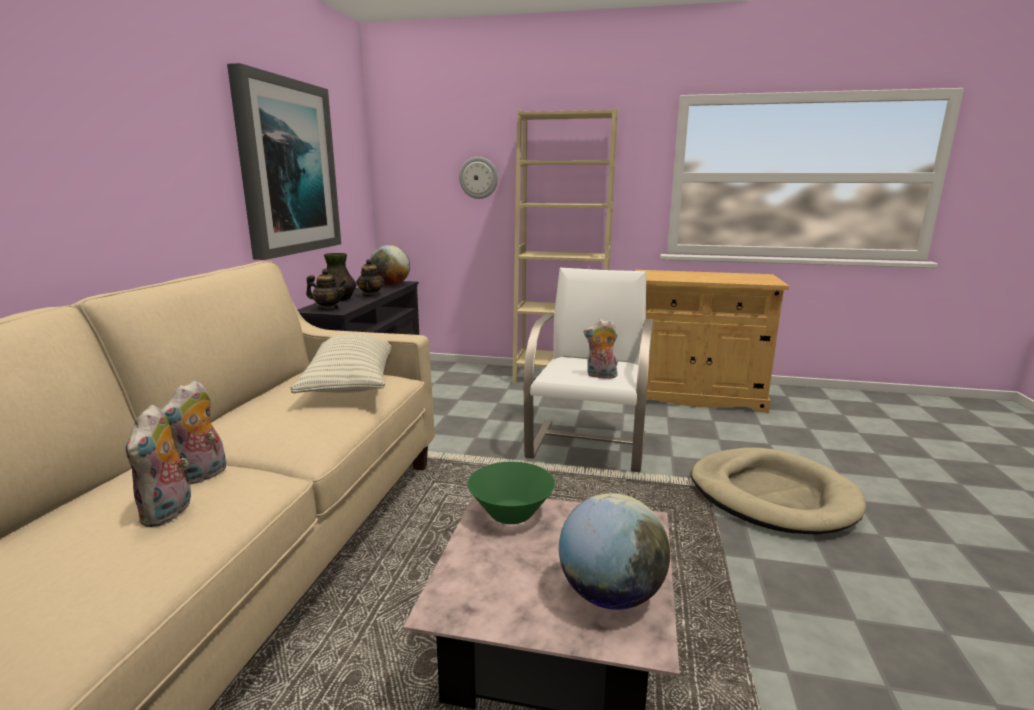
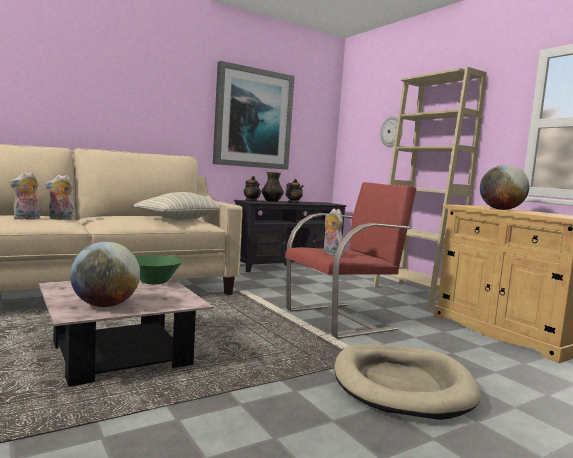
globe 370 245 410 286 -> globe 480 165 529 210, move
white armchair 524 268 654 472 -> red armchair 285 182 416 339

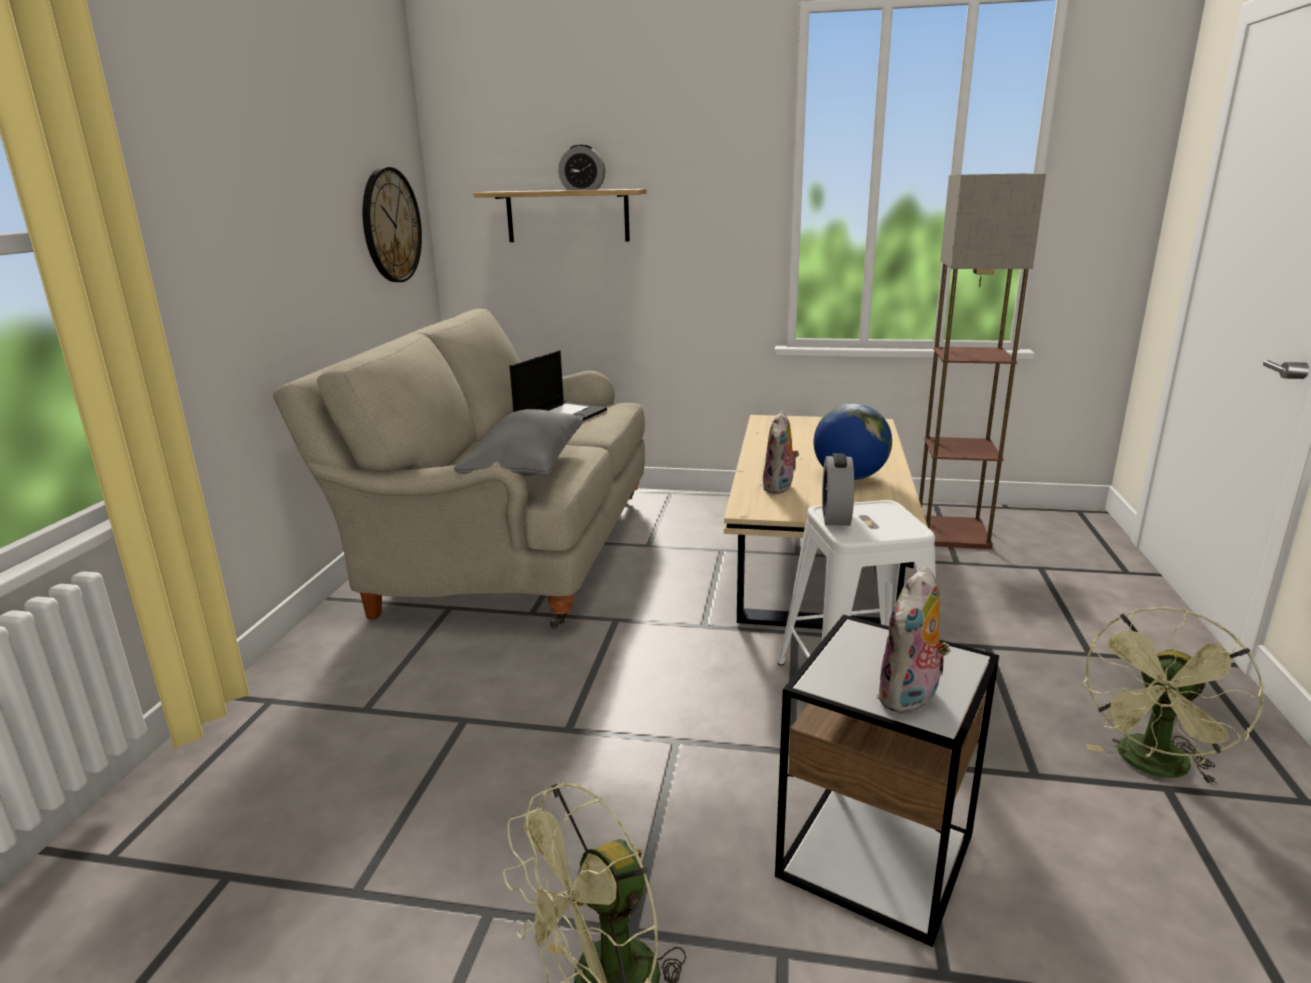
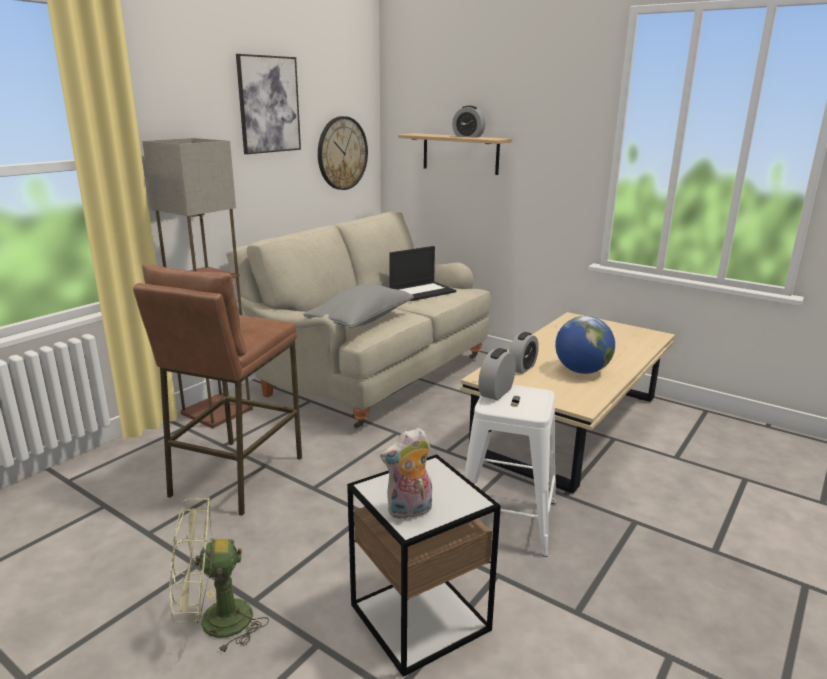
plush toy 763 411 799 494 -> alarm clock 509 332 539 374
floor lamp 919 173 1046 549 -> floor lamp 142 138 253 428, move
green fan 1082 607 1265 786 -> none
none -> brown stool 133 264 302 516
none -> picture 236 54 301 154

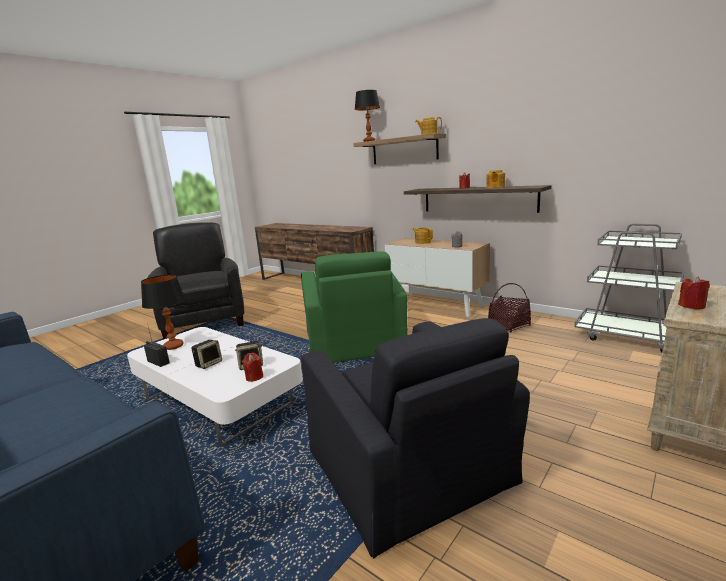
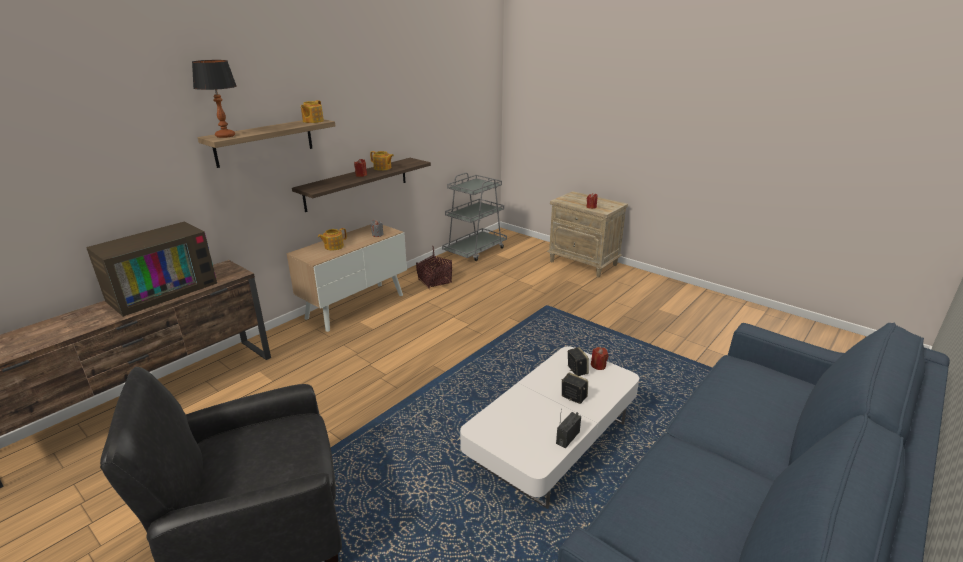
table lamp 141 275 185 350 -> none
green armchair 301 251 408 363 -> none
black armchair 301 318 530 559 -> none
none -> television 86 221 217 317

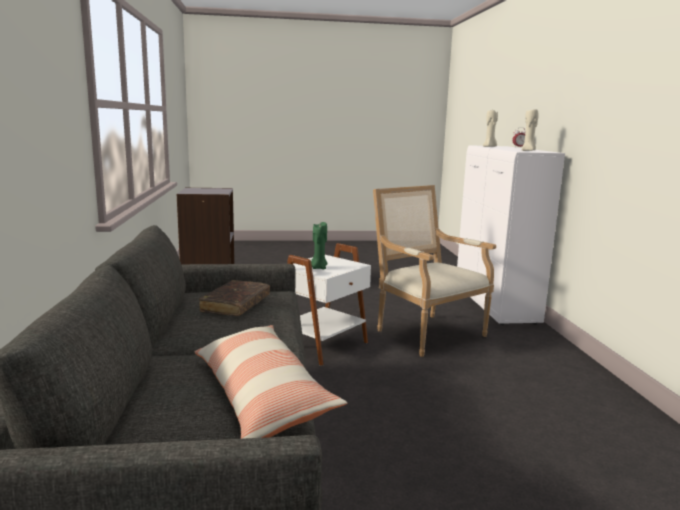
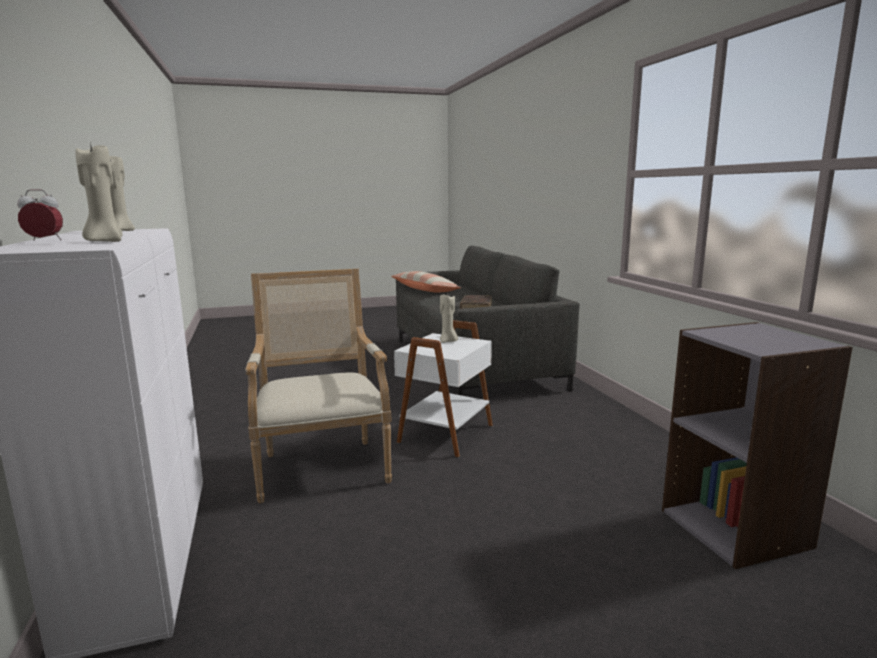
green candle 311 222 327 269 -> beige candle 440 292 458 343
armchair 373 185 496 357 -> armchair 245 269 392 504, 150 degrees counterclockwise

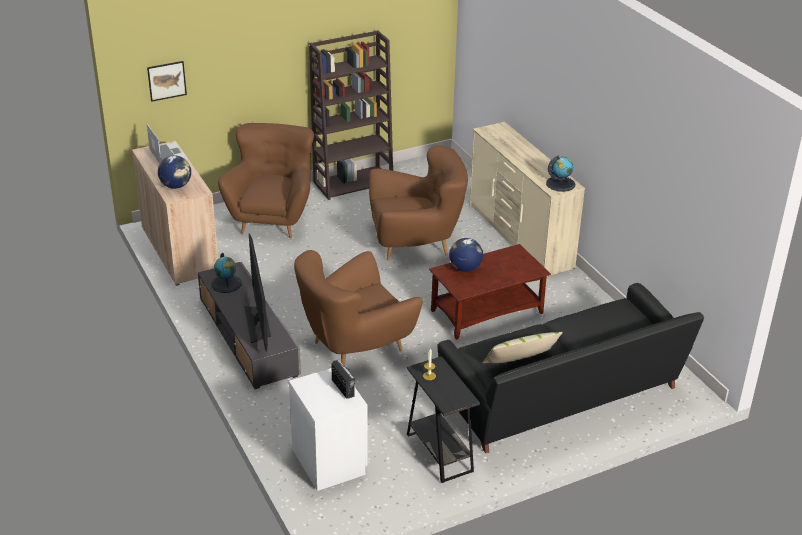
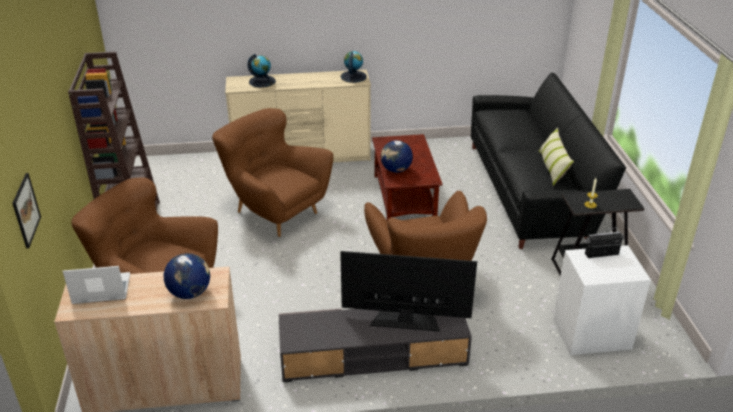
globe 211 253 242 293 -> globe 247 54 276 88, move
brown armchair 369 145 468 261 -> brown armchair 212 108 333 237, 60 degrees counterclockwise

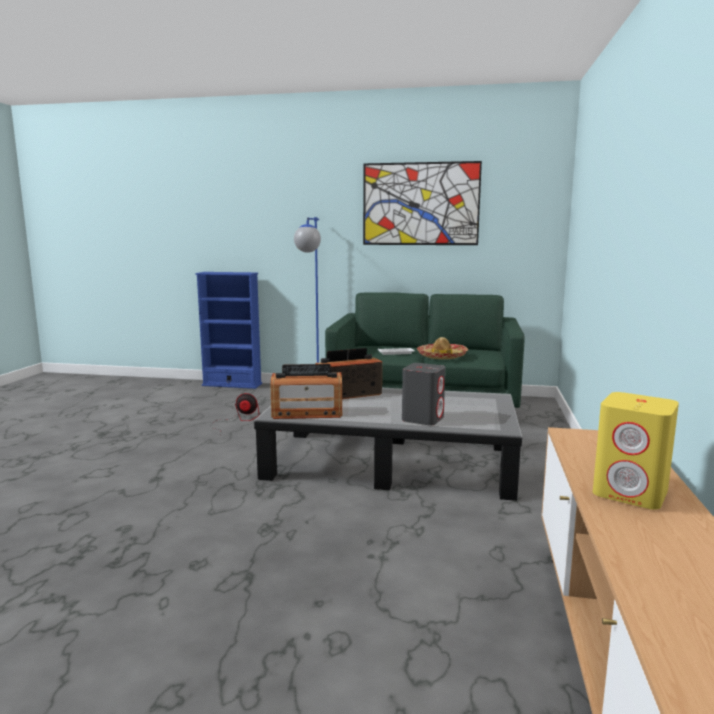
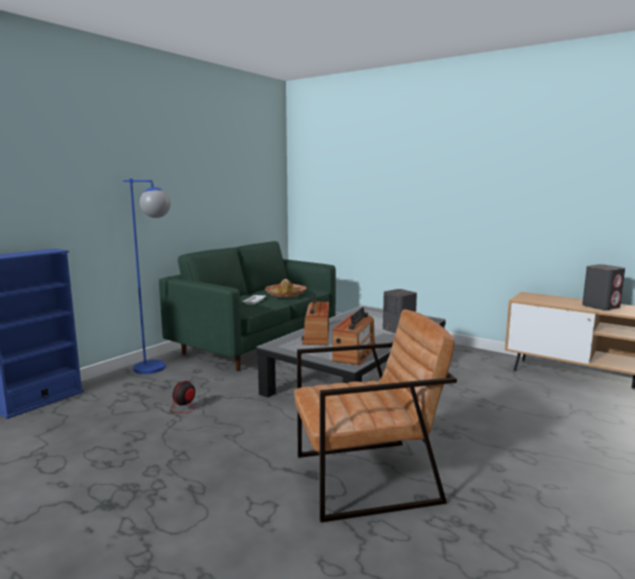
picture 363 161 482 245 -> none
yellow speaker 593 392 679 510 -> grey speaker 582 264 625 310
none -> brown armchair 294 309 457 523

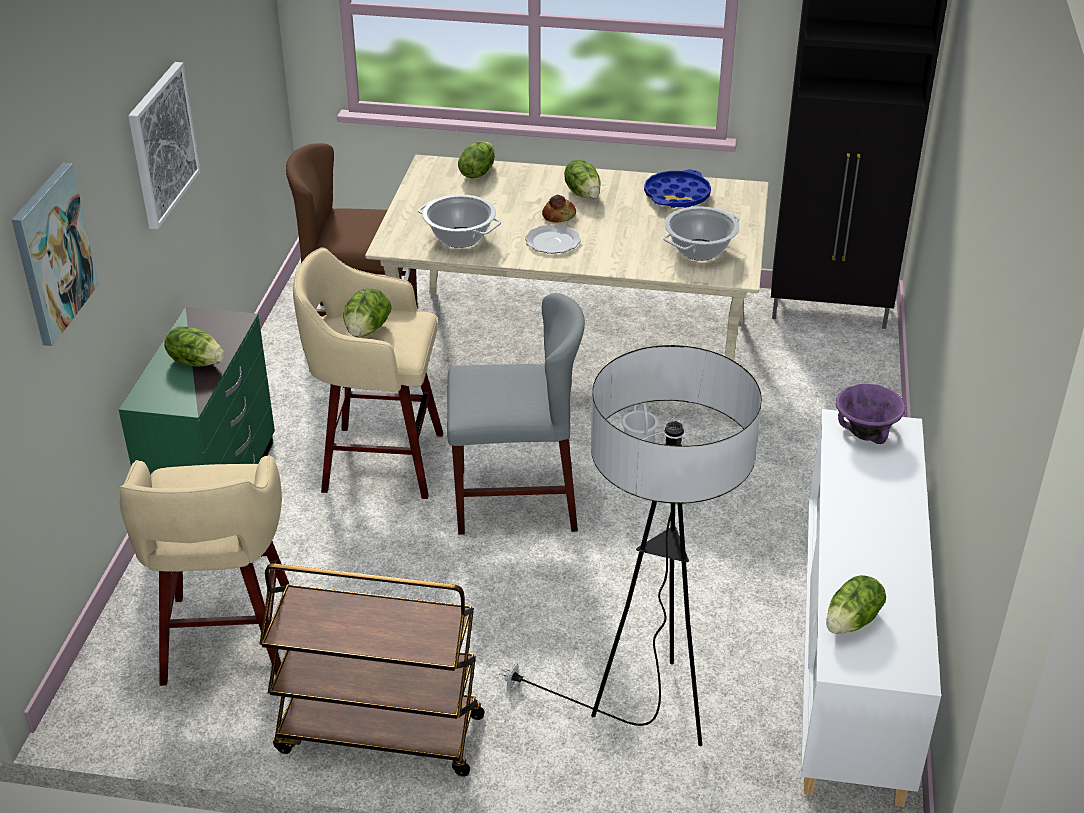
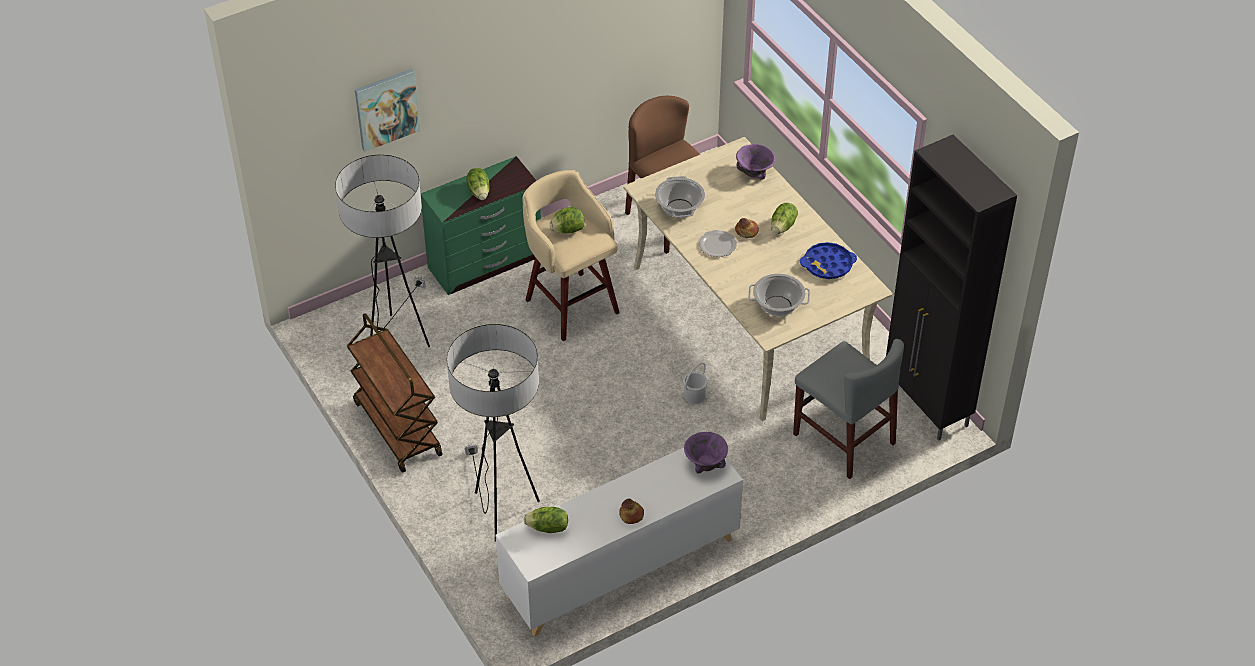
beige stool 119 455 290 686 -> floor lamp 335 155 430 347
picture 128 62 201 230 -> none
grey chair 447 293 585 535 -> grey chair 793 339 904 479, move
lettuce 458 141 495 179 -> purple bowl 736 144 775 180
none -> bread 619 499 644 524

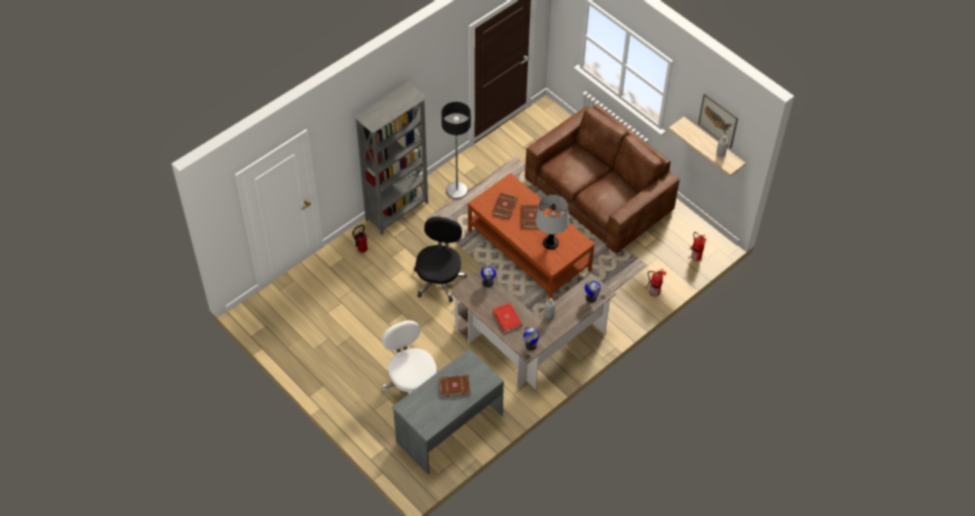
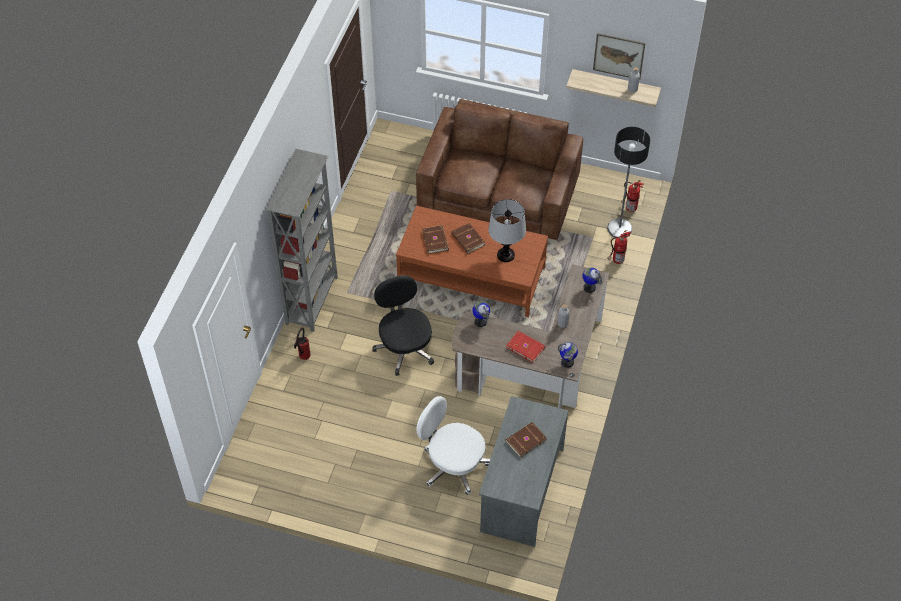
floor lamp 441 102 471 199 -> floor lamp 607 127 650 237, move

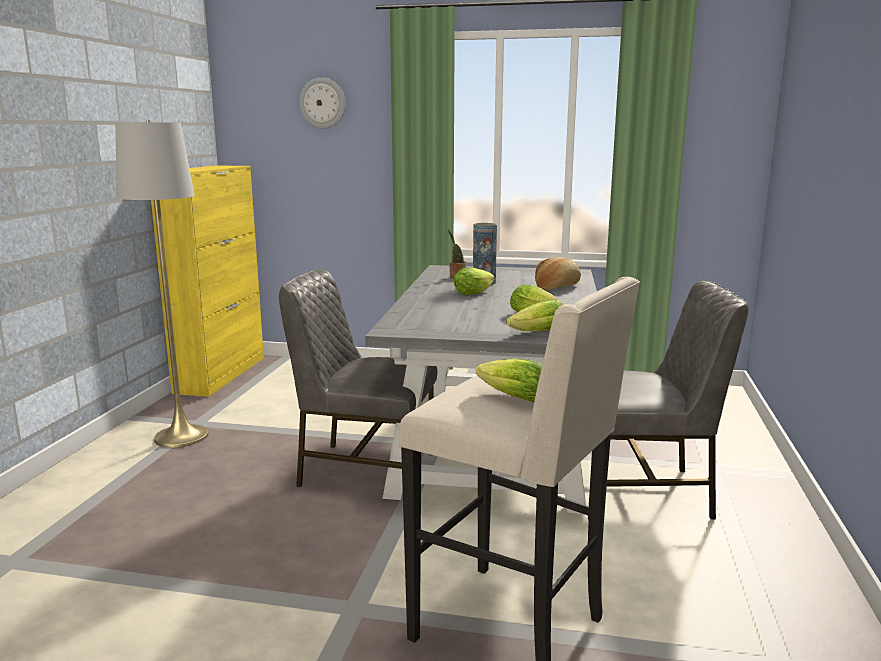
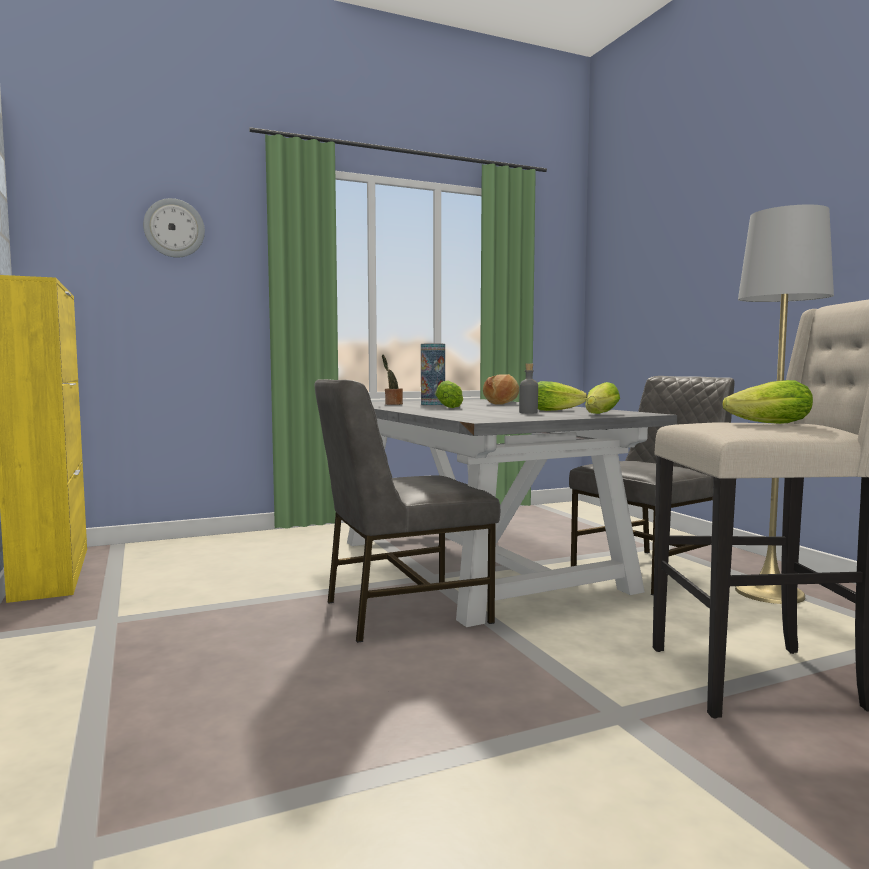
grey floor lamp 115 120 208 448 -> grey floor lamp 735 204 834 604, move
none -> grey bottle 519 364 538 413

